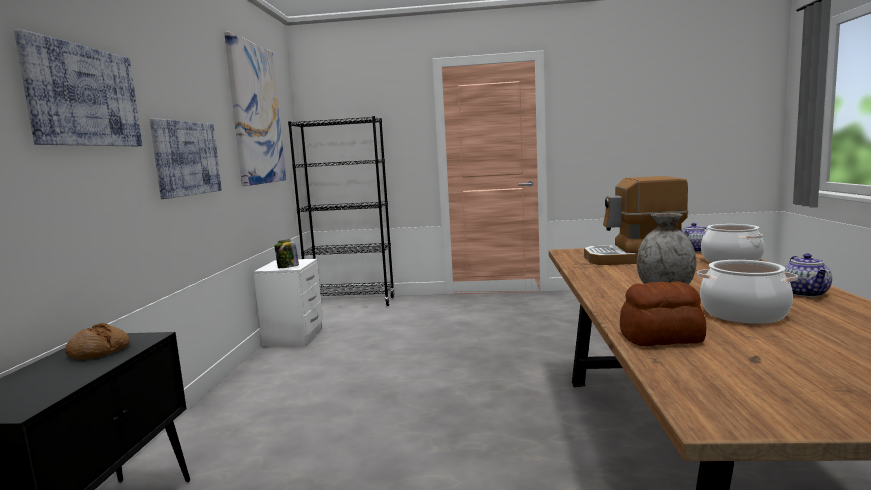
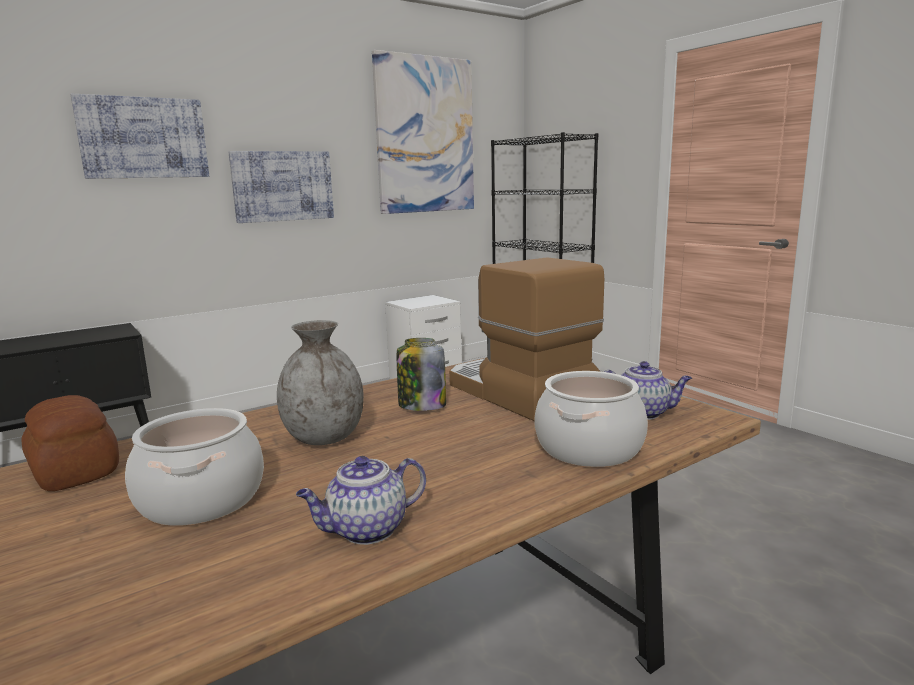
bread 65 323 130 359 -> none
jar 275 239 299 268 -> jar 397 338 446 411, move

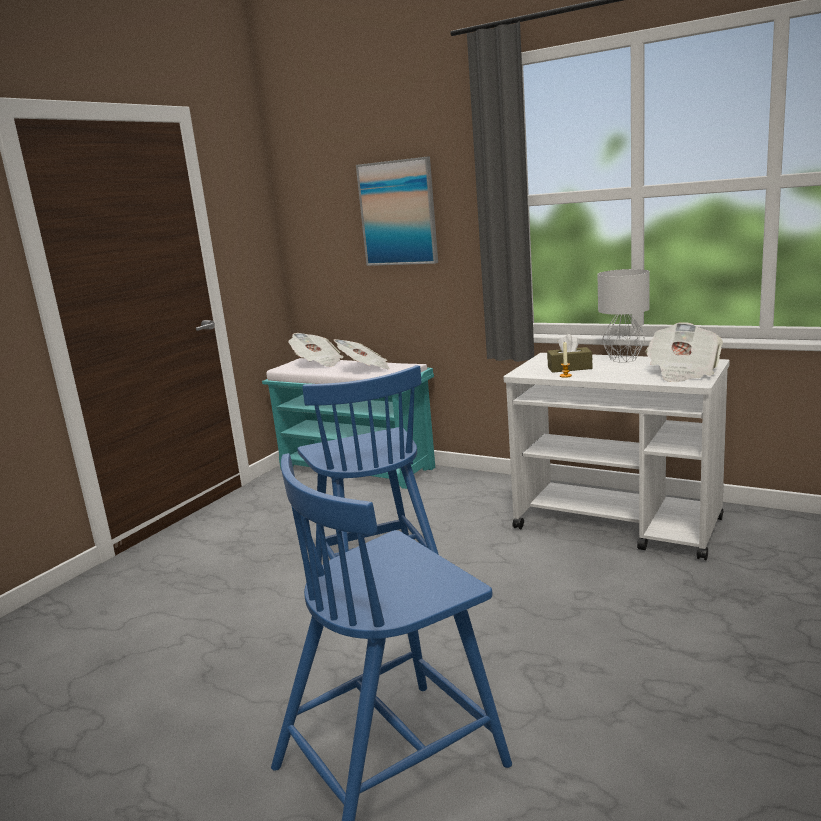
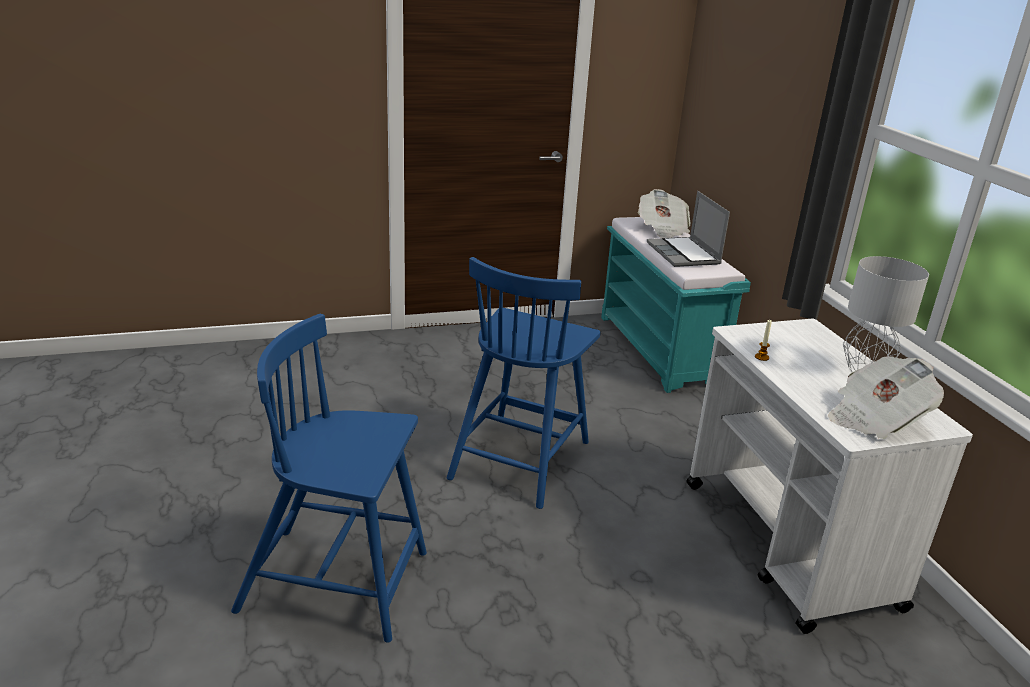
newspaper 334 339 390 369 -> laptop 647 191 730 267
picture 356 157 438 266 -> none
brown tissue box 547 334 592 373 -> none

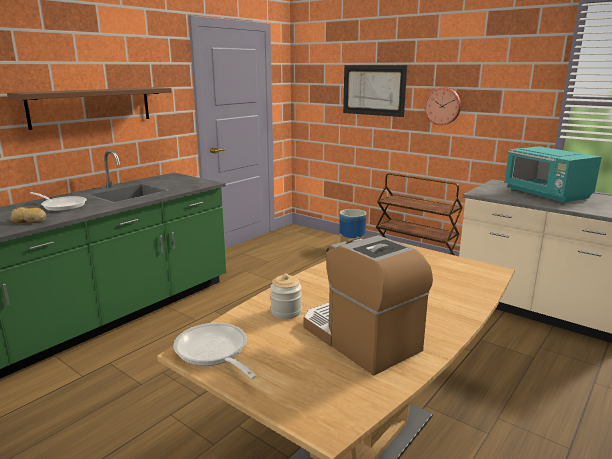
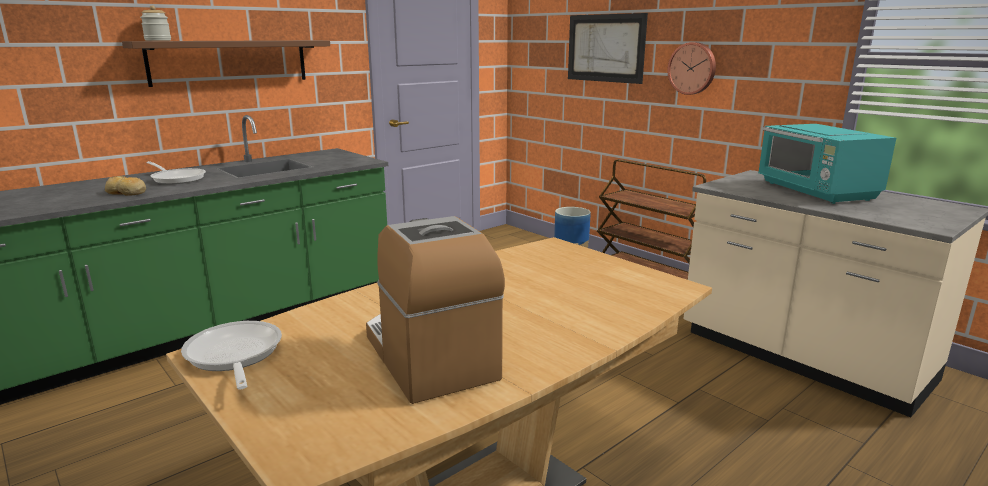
jar 270 274 302 319 -> jar 140 5 171 41, move

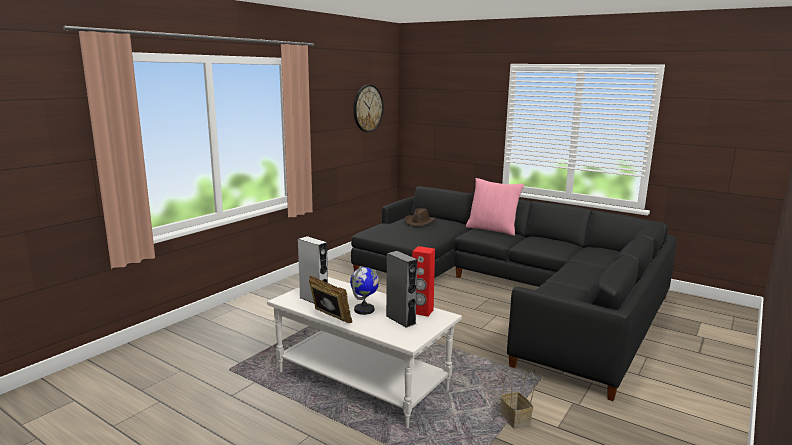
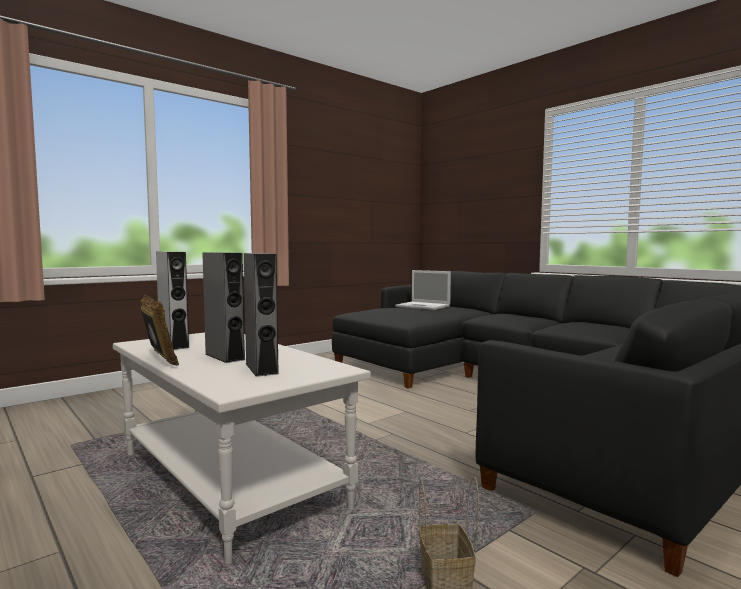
globe 350 266 379 315 -> grey speaker 202 252 245 363
wall clock 353 85 384 132 -> none
brown hat 405 208 436 227 -> laptop 395 270 451 310
red speaker 412 246 435 317 -> none
pink pillow 466 178 524 236 -> none

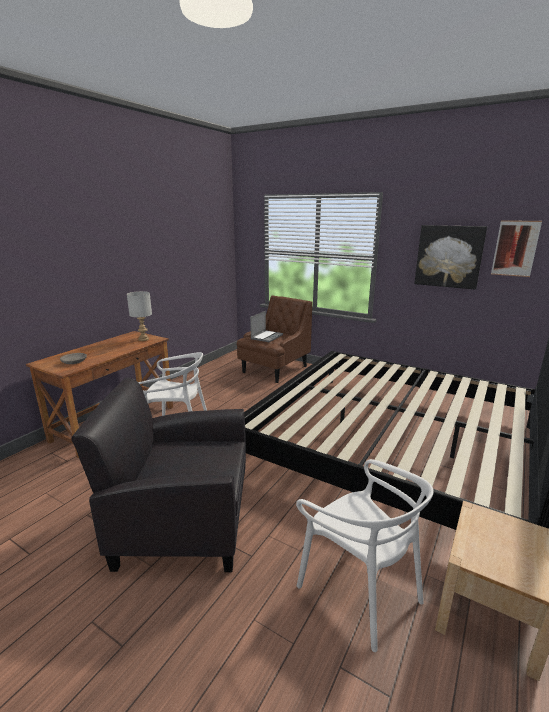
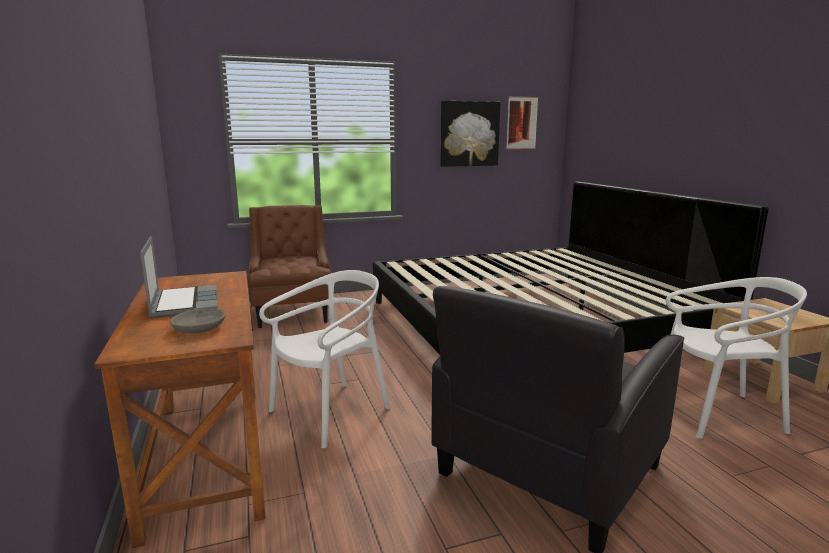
grey table lamp 127 291 152 341 -> none
laptop 250 311 283 342 -> laptop 140 236 218 318, move

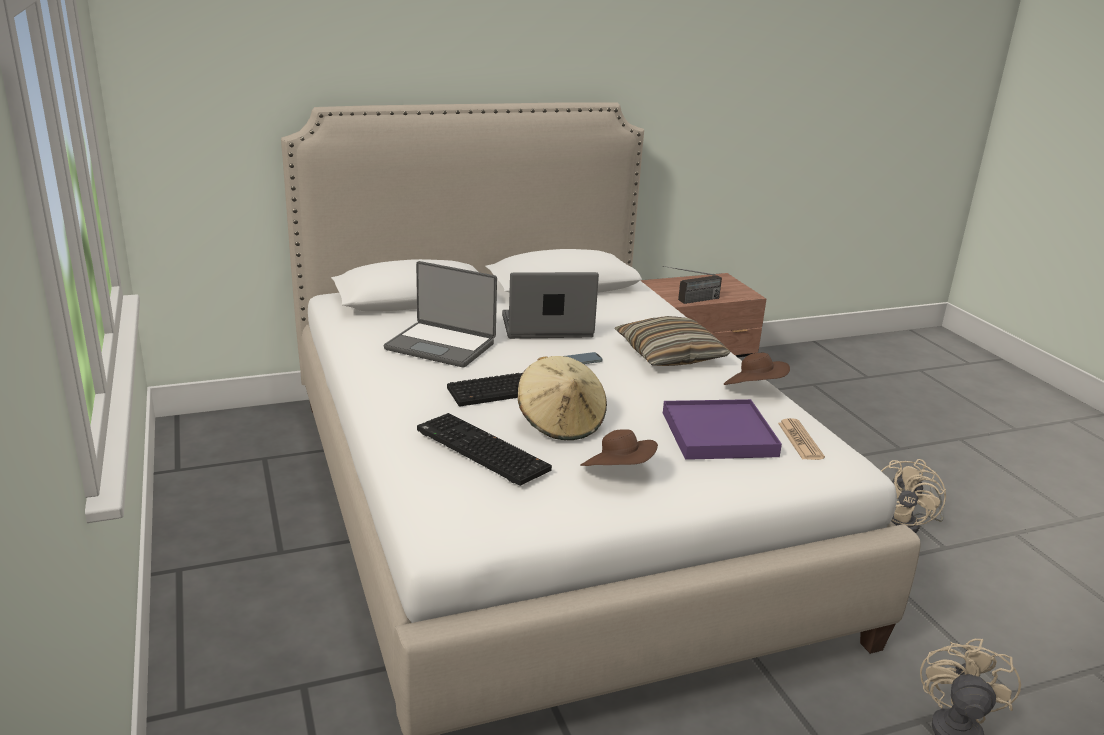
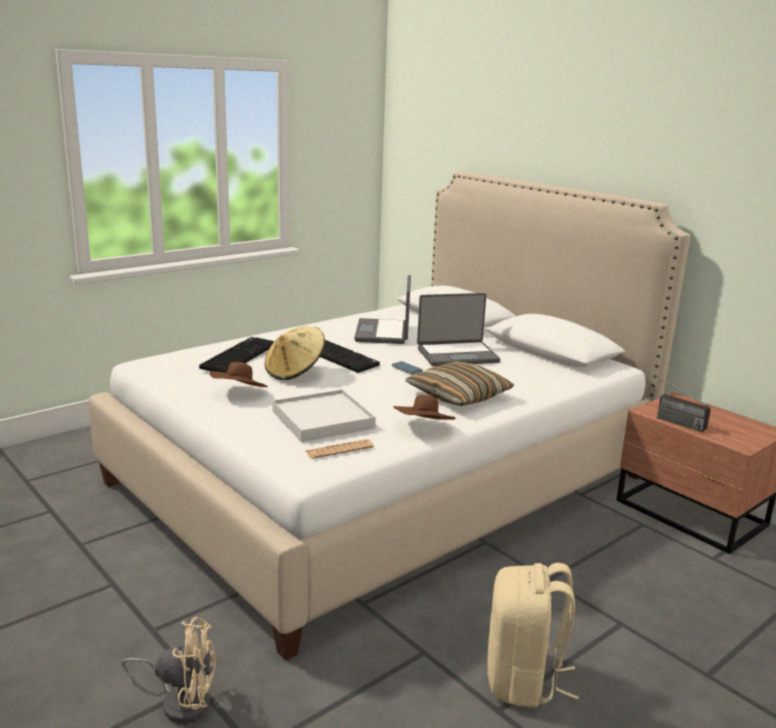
laptop 502 272 599 339 -> laptop 417 293 500 366, 105 degrees clockwise
purple tray 663 399 782 460 -> white tray 272 389 376 442
beige fan 881 459 946 533 -> beige backpack 487 563 579 708

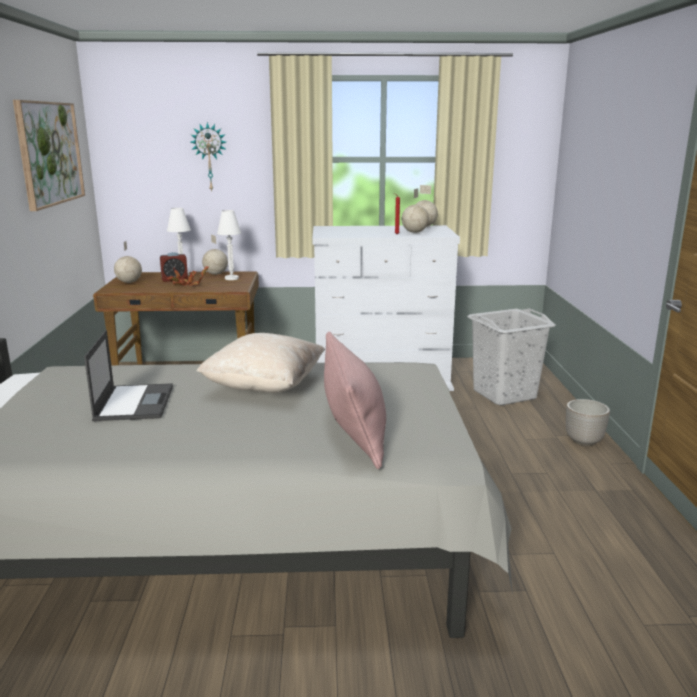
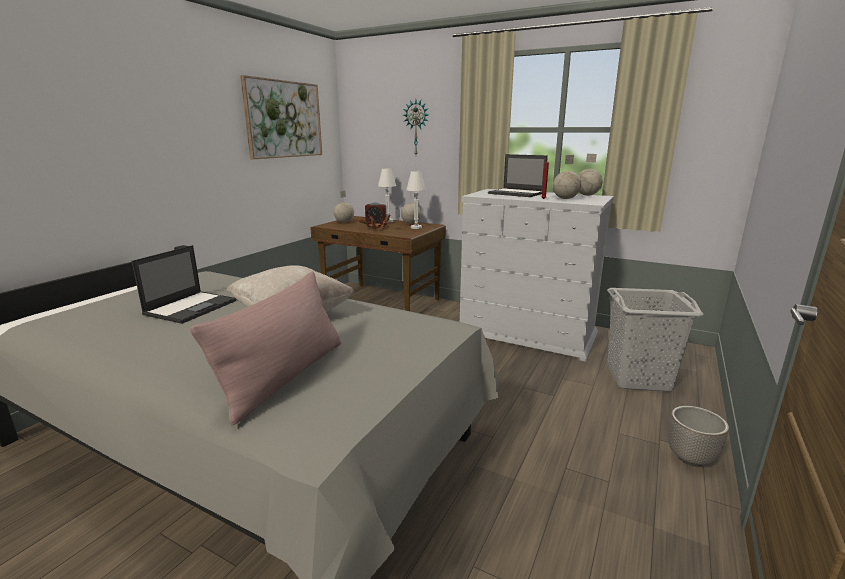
none -> laptop 488 154 548 197

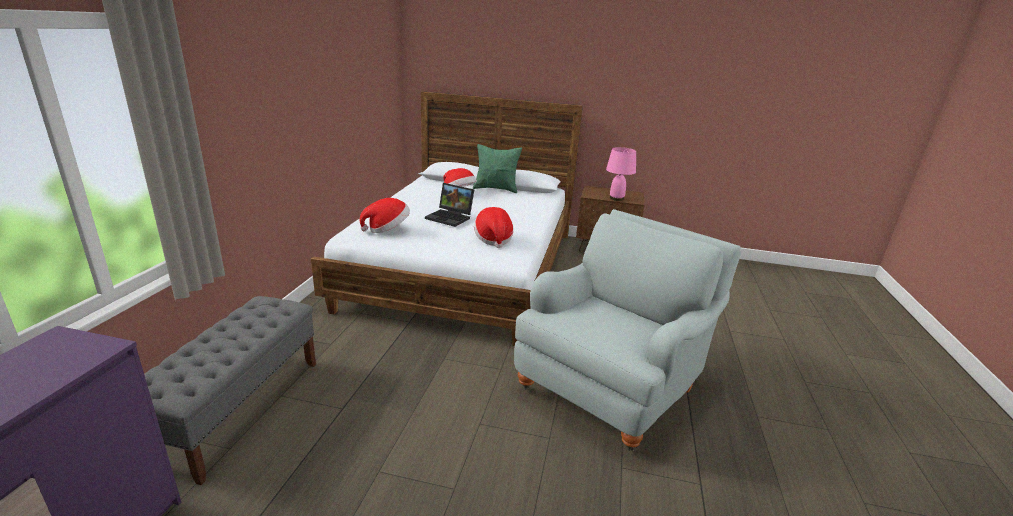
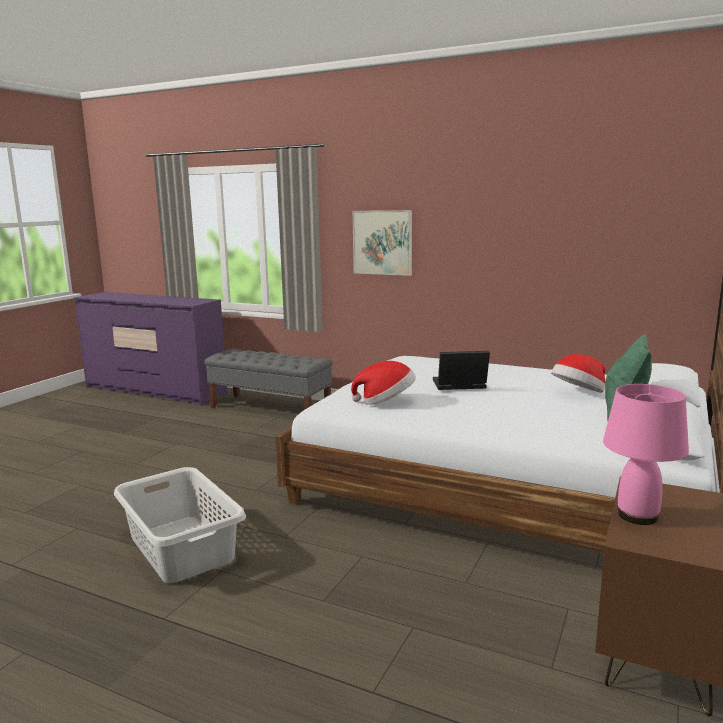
hat 360 198 410 233 -> none
laptop 425 183 474 227 -> laptop 433 351 490 390, 45 degrees clockwise
grey armchair 514 209 741 451 -> grey laundry basket 114 467 246 583
none -> picture 352 210 412 276

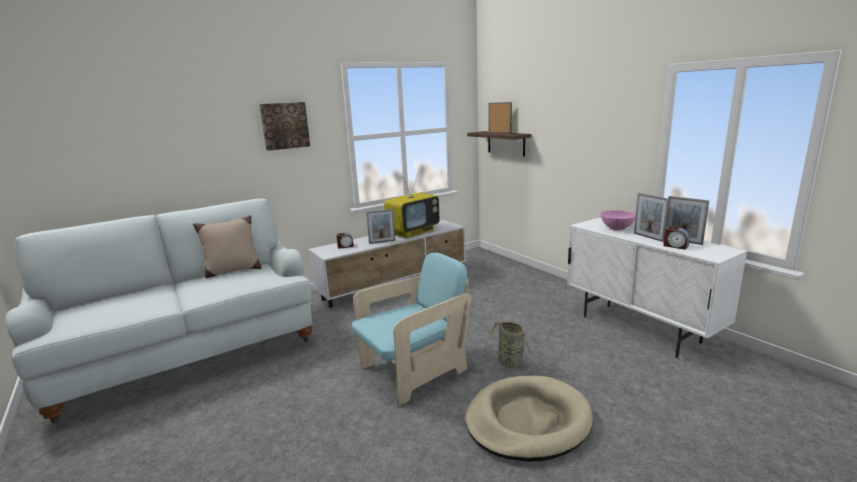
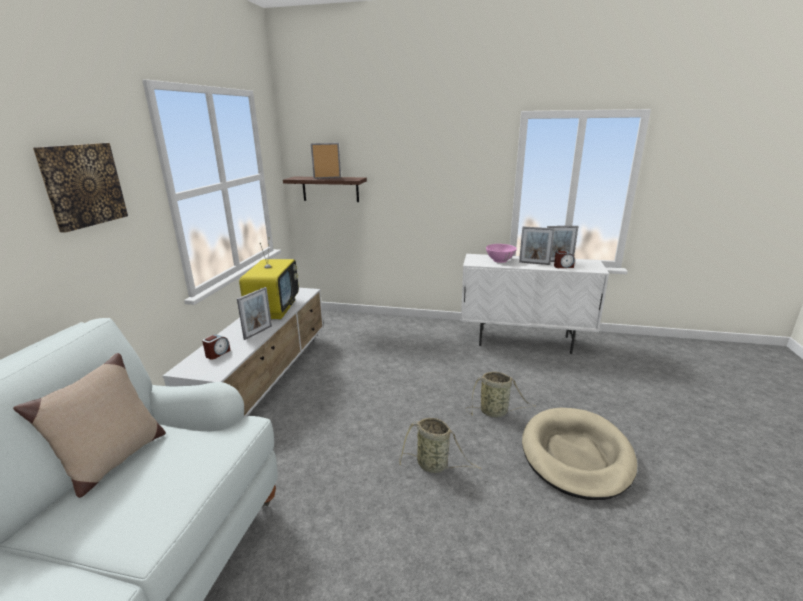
turquoise armchair 352 253 471 405 -> basket 399 418 481 473

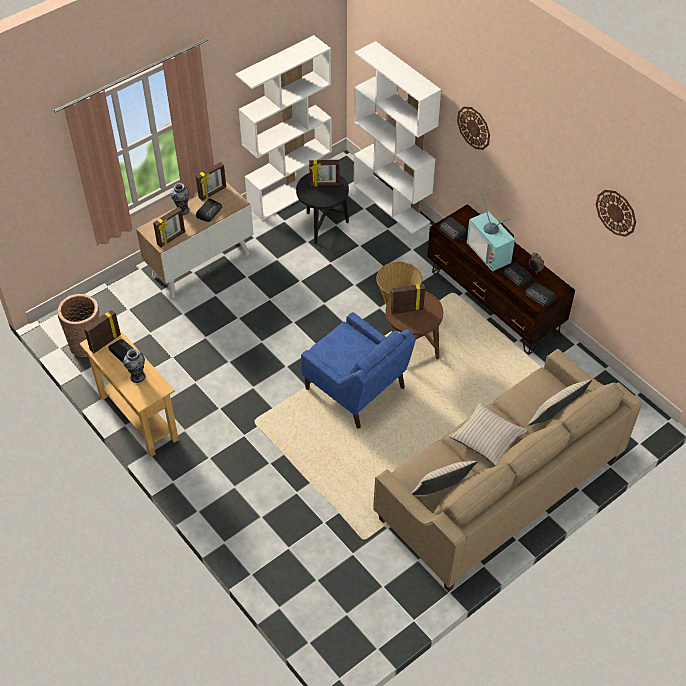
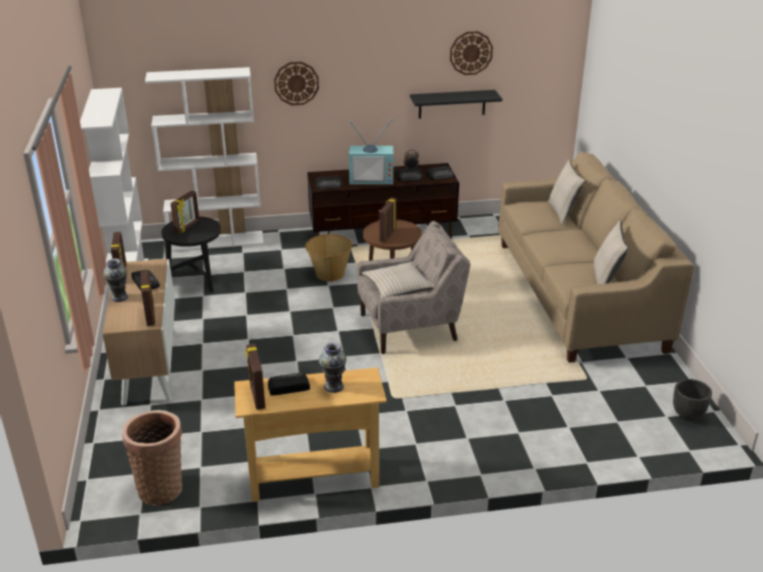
blue armchair 301 312 416 429 -> beige armchair 357 221 470 354
beige pillow 448 402 528 466 -> beige pillow 362 261 434 298, move
none -> black shelf 410 90 502 119
none -> black planter 673 379 712 421

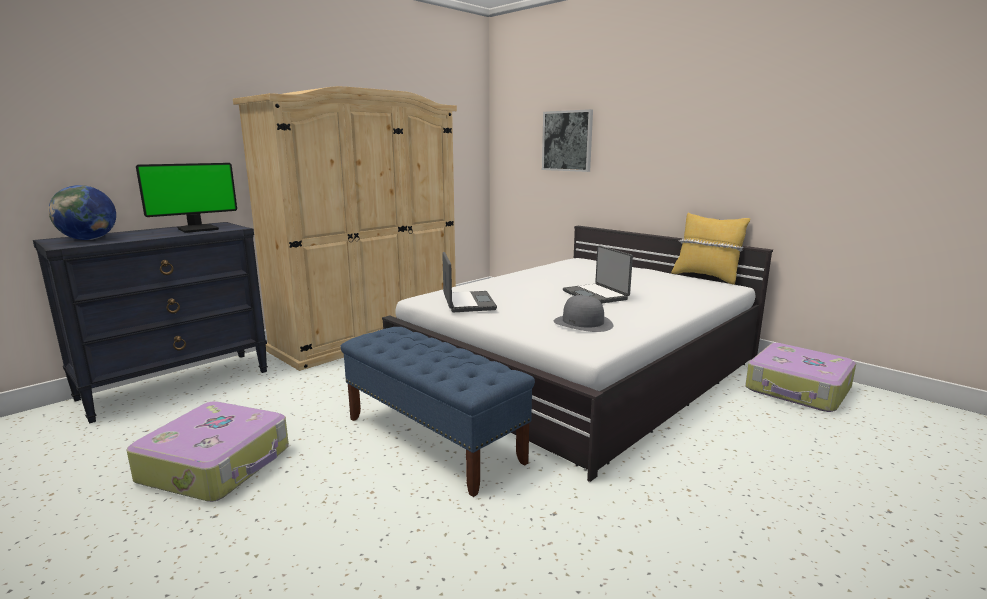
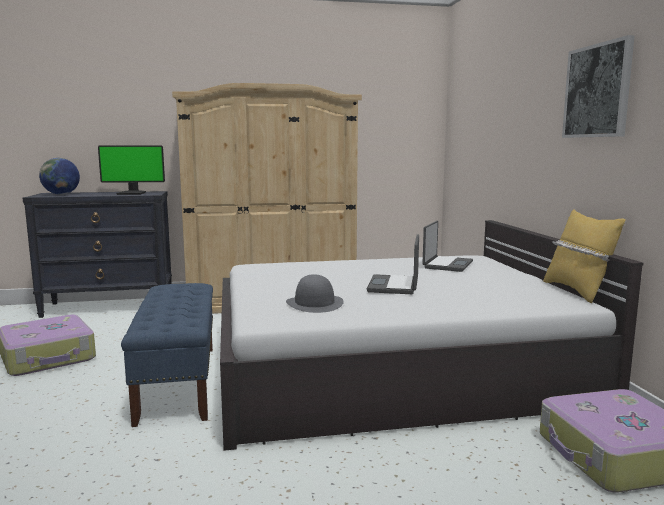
laptop 442 252 497 312 -> laptop 422 221 473 272, move
picture 542 109 593 172 -> picture 562 35 635 138, move

